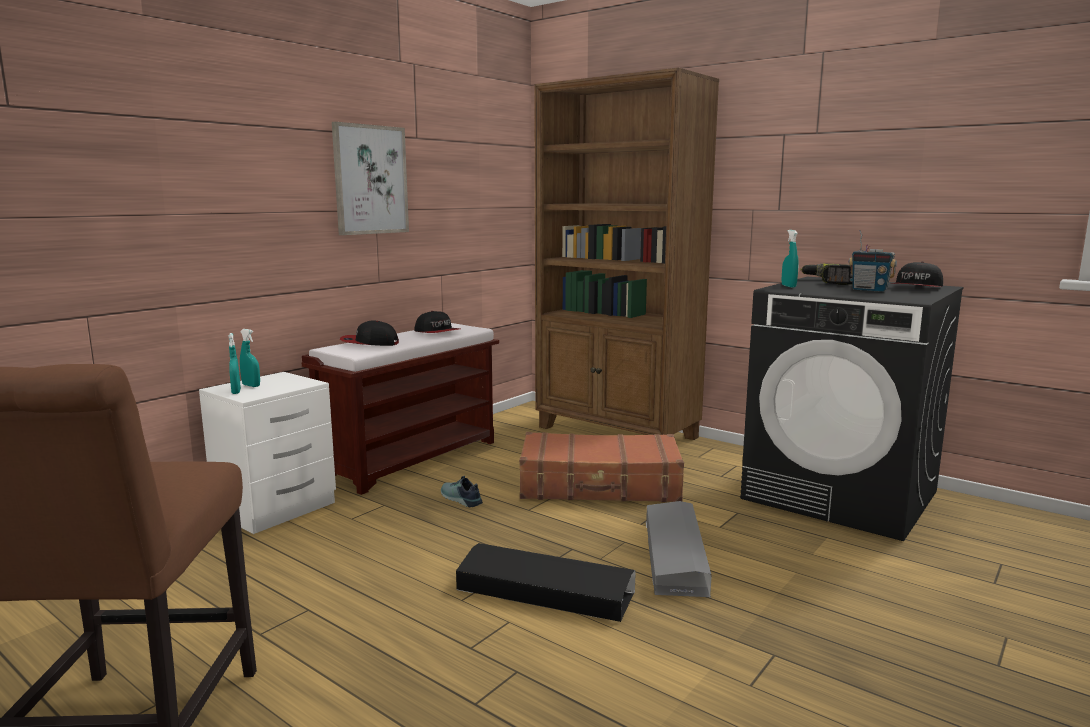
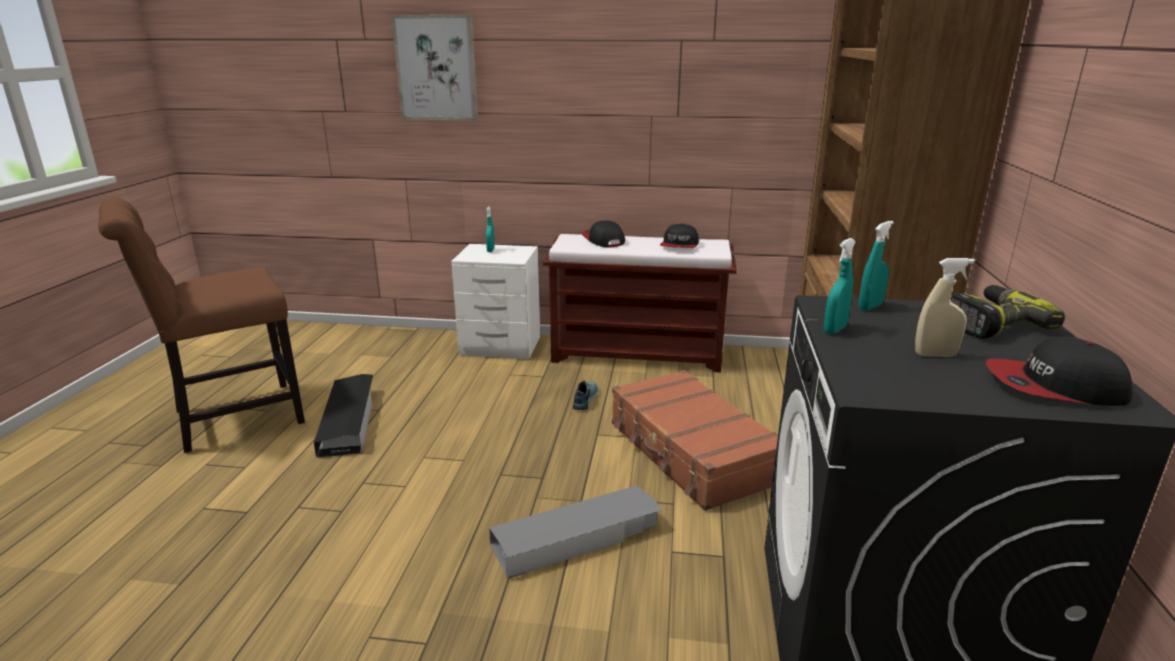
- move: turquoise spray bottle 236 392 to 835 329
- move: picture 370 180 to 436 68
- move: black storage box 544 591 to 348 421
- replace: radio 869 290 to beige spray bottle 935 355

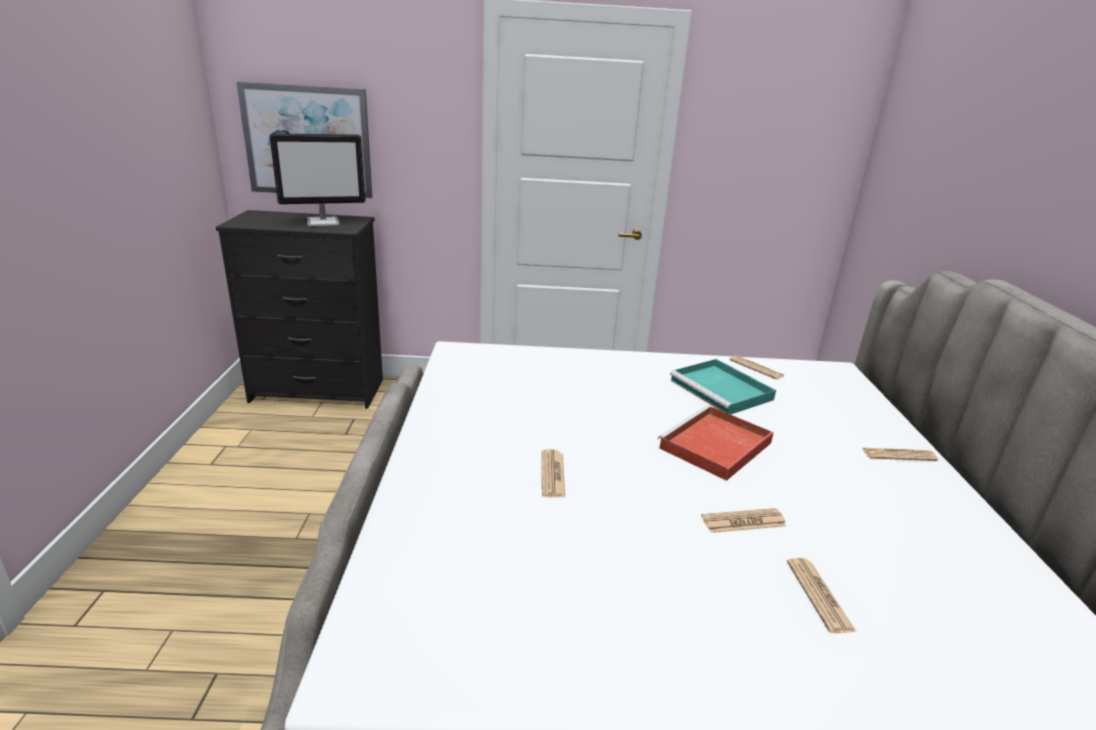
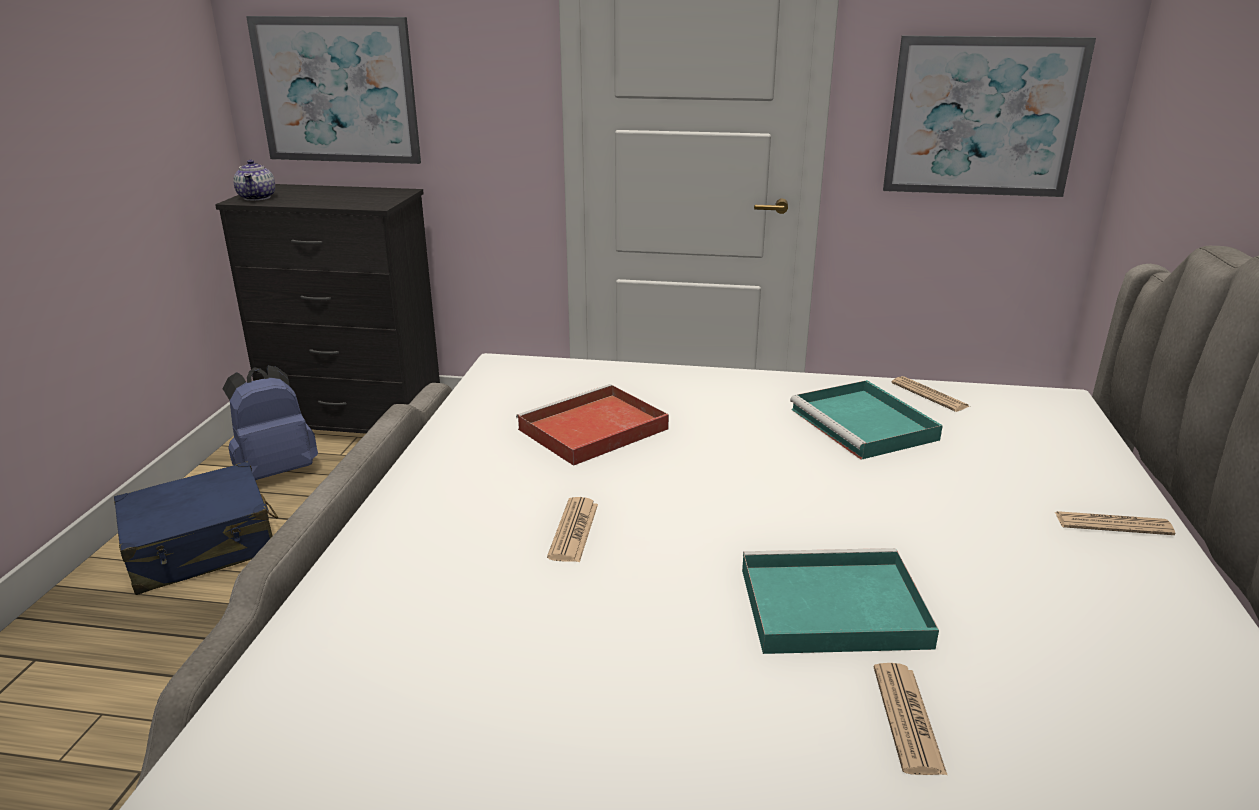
- delete: monitor 324 222
- move: red tray 715 446 to 591 430
- replace: newspaper 743 521 to turquoise tray 828 608
- insert: blue suitcase 202 547
- insert: blue backpack 276 471
- insert: teapot 257 197
- insert: picture 983 117

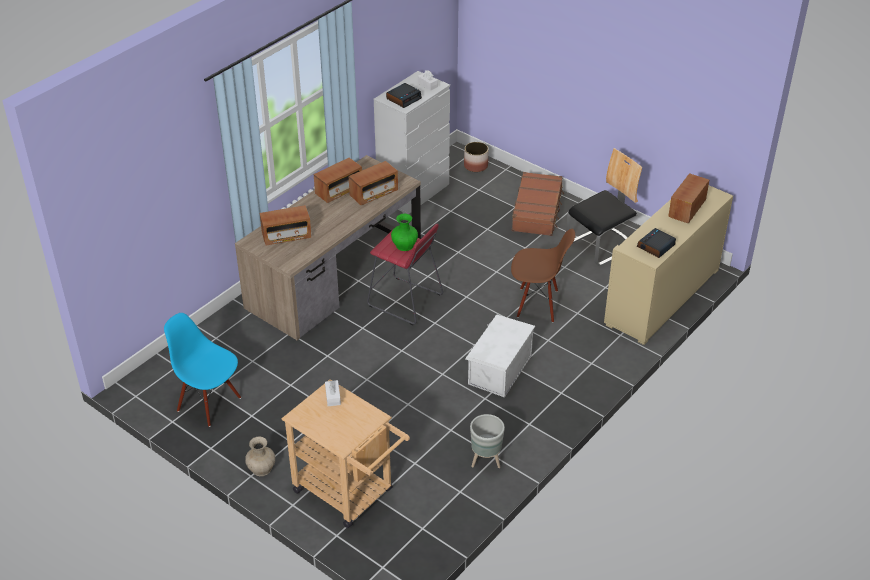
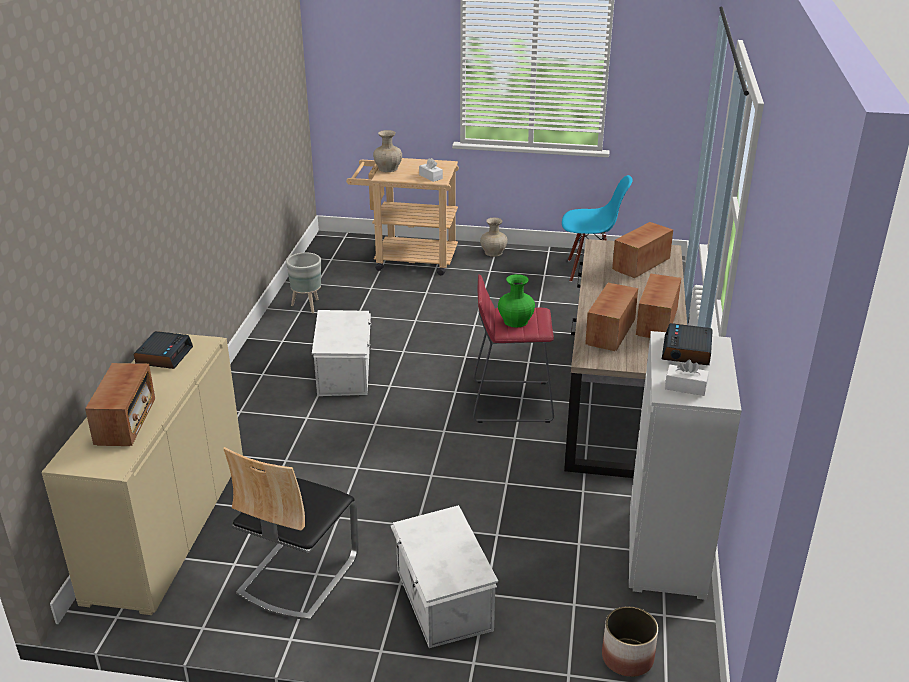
- delete: brown chair 537 304
- replace: brown suitcase 537 211 to white storage box 442 601
- insert: beige vase 388 168

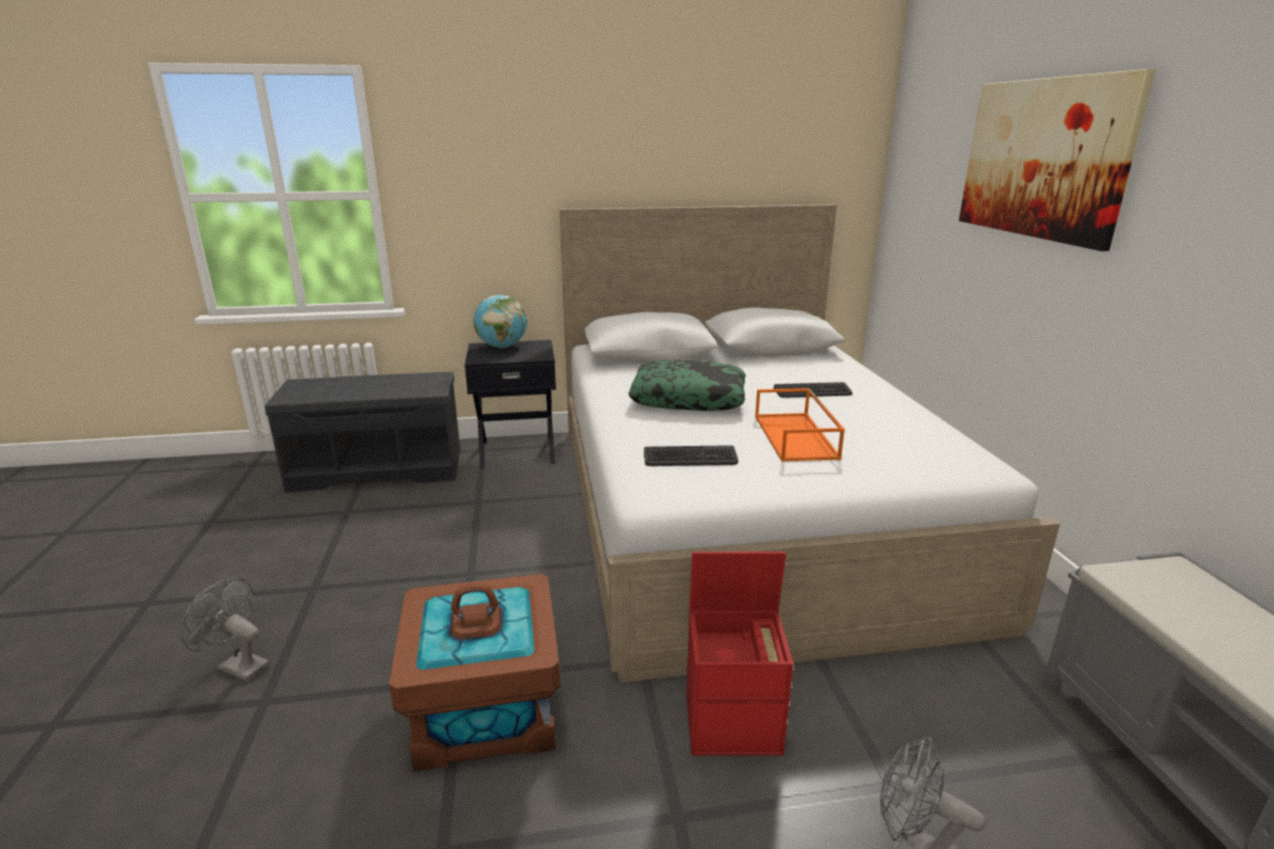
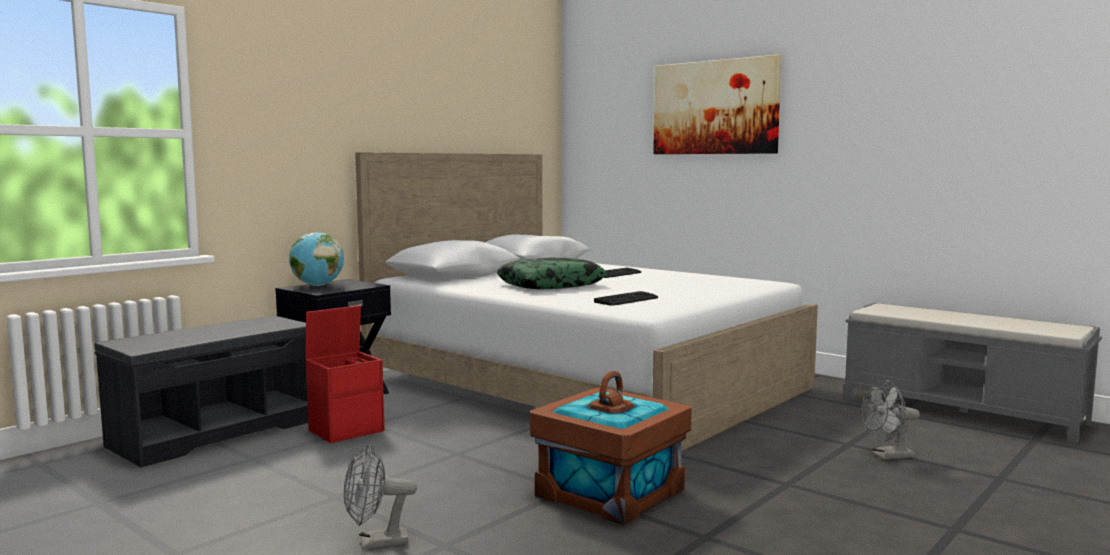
- move: red storage box 734 723 to 347 430
- delete: orange tray 796 437

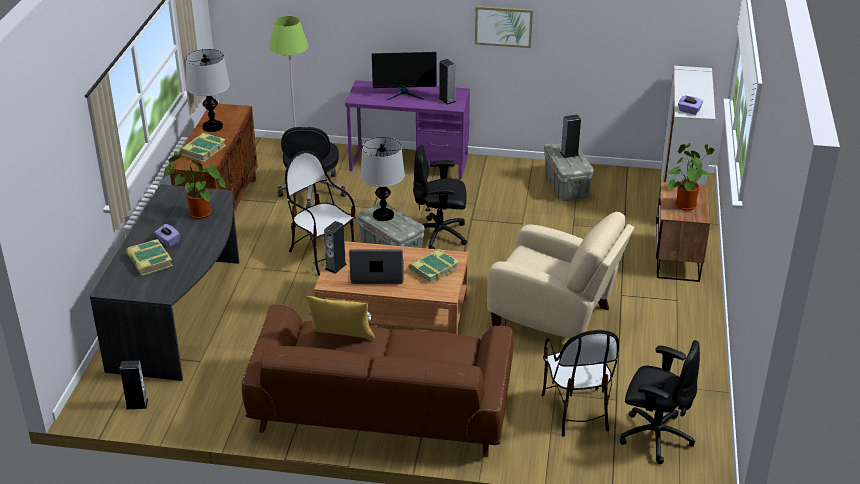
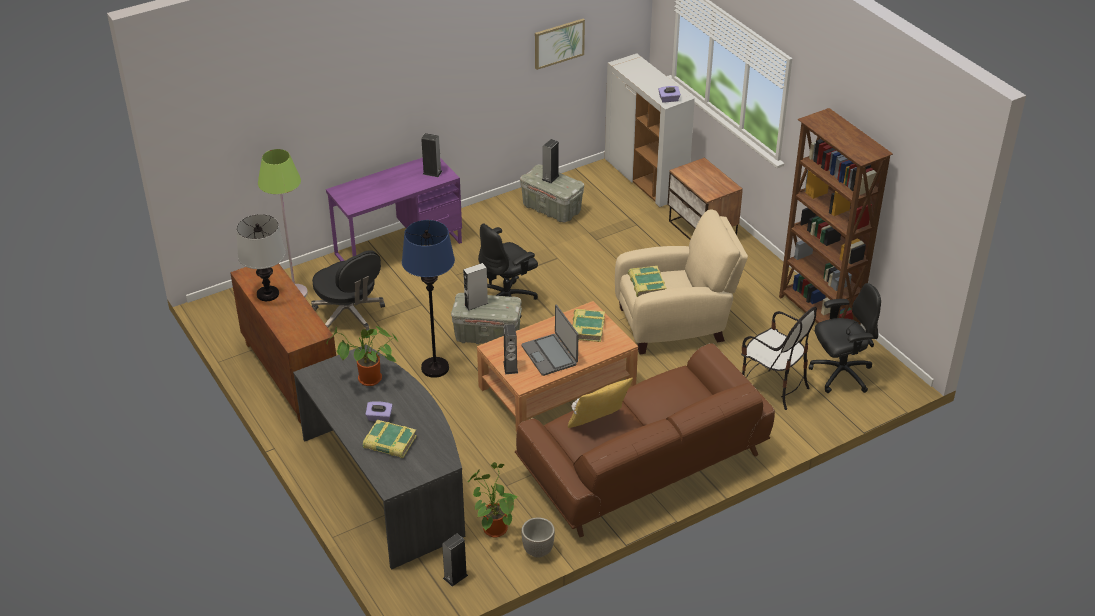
- move: book 203 150 to 646 285
- replace: chair 322 255 to blue floor lamp 435 368
- rotate: laptop 377 273 = 550 355 75 degrees counterclockwise
- replace: table lamp 383 215 to grey speaker 476 304
- delete: monitor 404 94
- move: picture 503 26 to 559 43
- move: potted plant 684 204 to 493 528
- insert: planter 538 551
- insert: brown bookcase 818 314

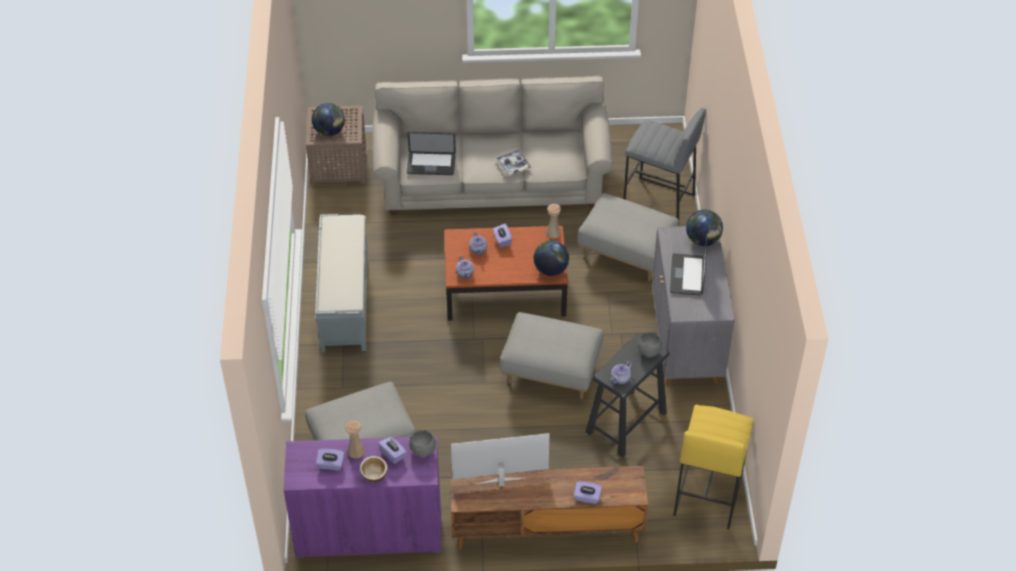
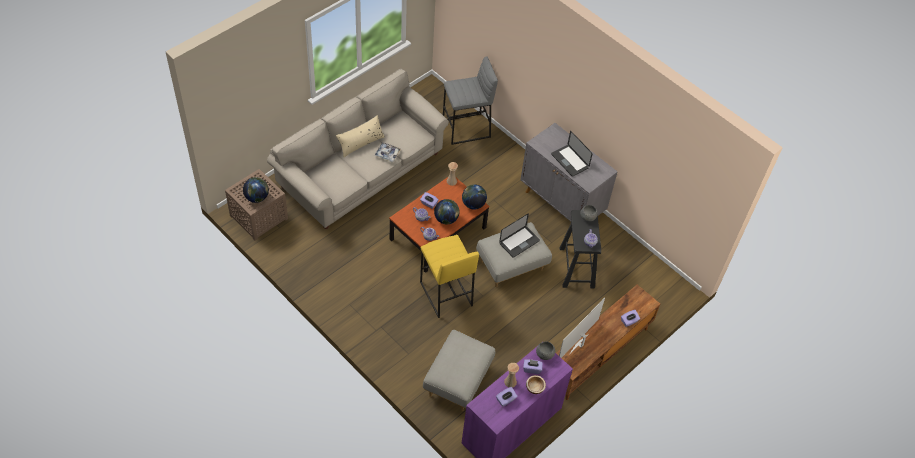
- delete: grey bench 345 300
- move: laptop 431 165 to 519 242
- delete: grey ottoman 627 253
- move: yellow stool 707 494 to 445 294
- move: globe 702 240 to 446 219
- insert: beige pillow 360 143

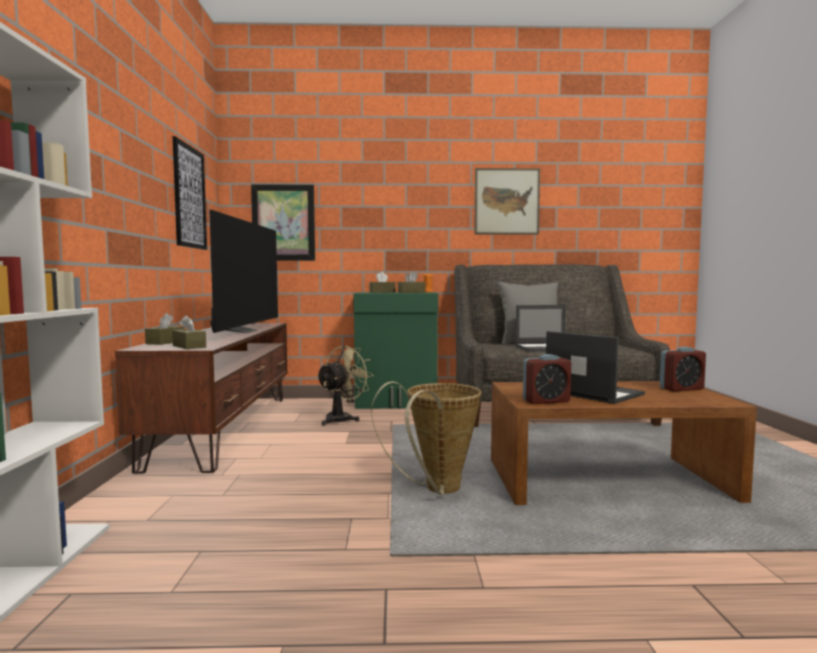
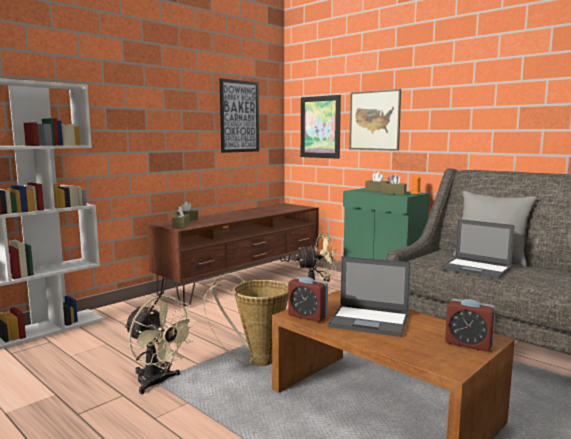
- delete: television 241 331
- move: picture 506 201 to 374 120
- rotate: laptop 592 392 = 370 321 105 degrees clockwise
- insert: beige fan 158 383

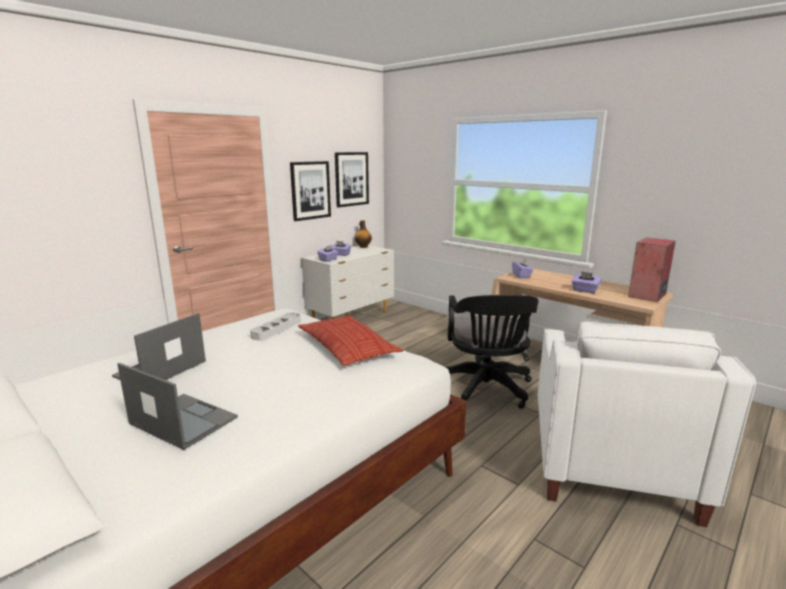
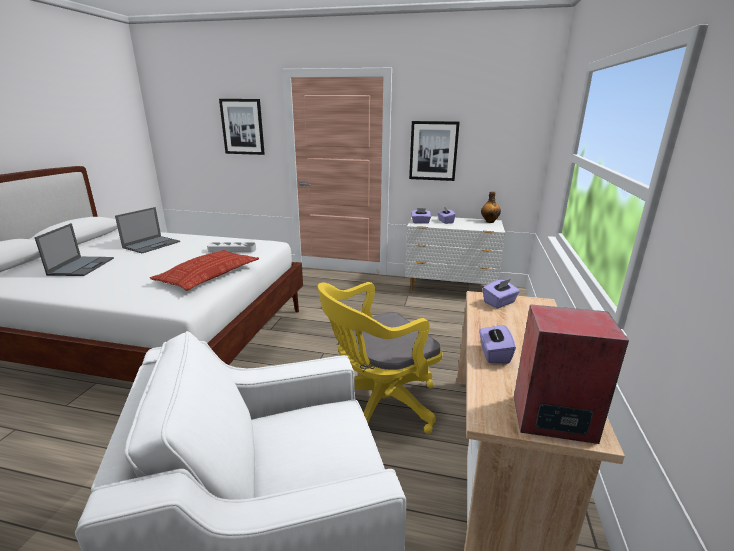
- rotate: laptop 160 369 = 152 244 120 degrees clockwise
- move: picture 351 179 to 242 127
- recolor: black office chair 486 390 to yellow office chair 377 405

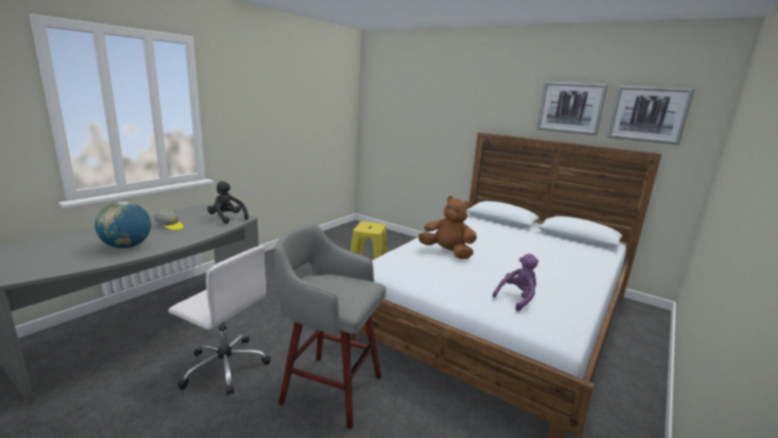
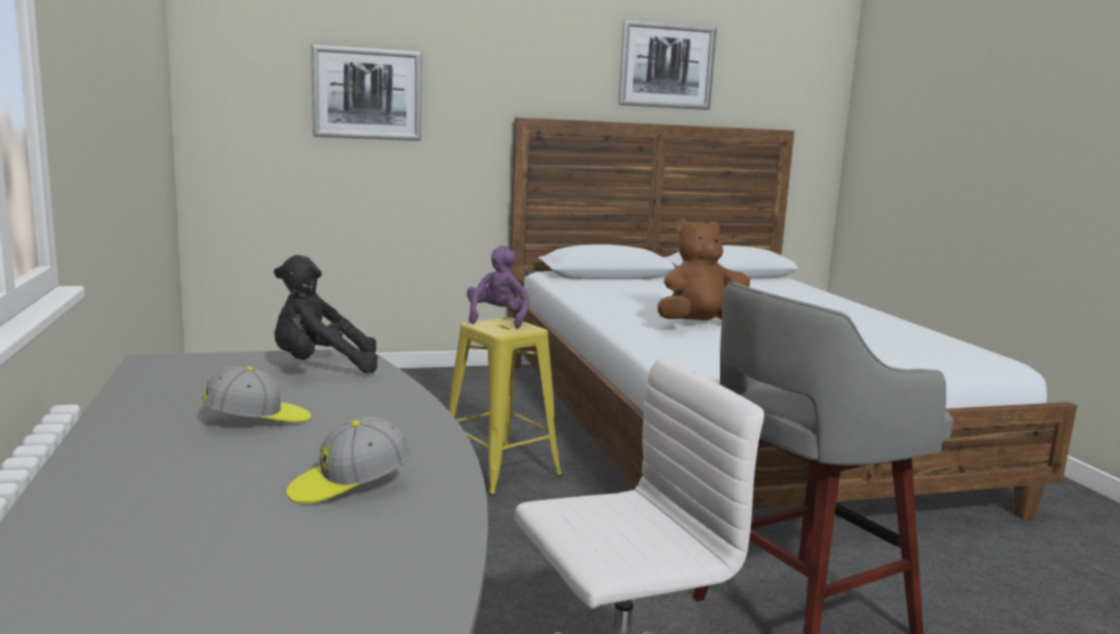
- replace: globe 127 246 to cap 349 486
- move: purple plush toy 517 298 to 497 319
- move: picture 648 114 to 367 94

